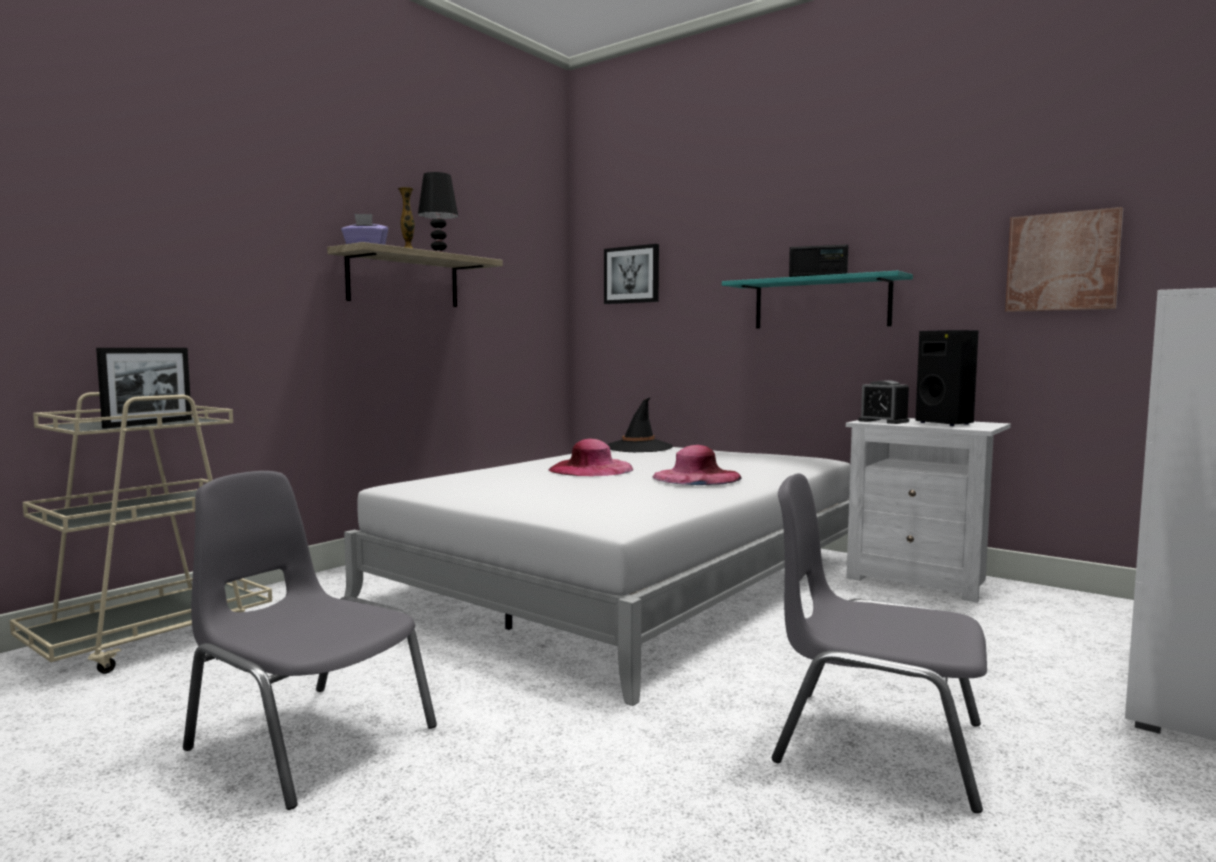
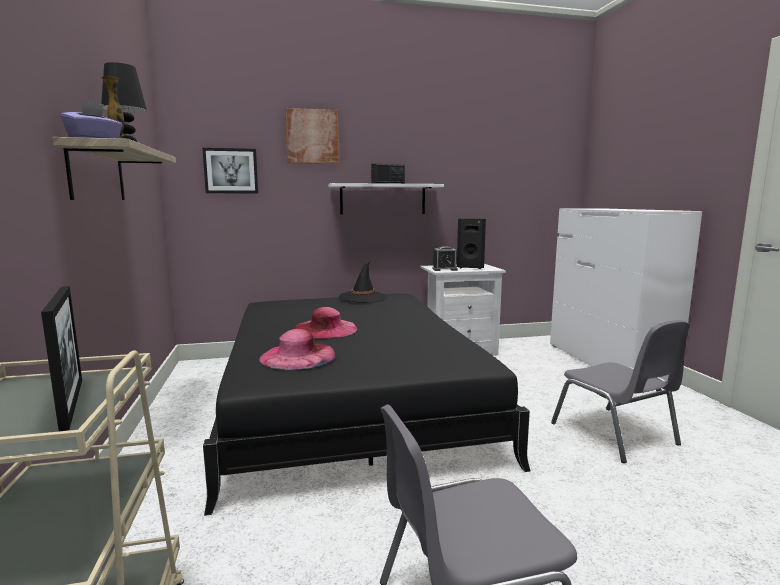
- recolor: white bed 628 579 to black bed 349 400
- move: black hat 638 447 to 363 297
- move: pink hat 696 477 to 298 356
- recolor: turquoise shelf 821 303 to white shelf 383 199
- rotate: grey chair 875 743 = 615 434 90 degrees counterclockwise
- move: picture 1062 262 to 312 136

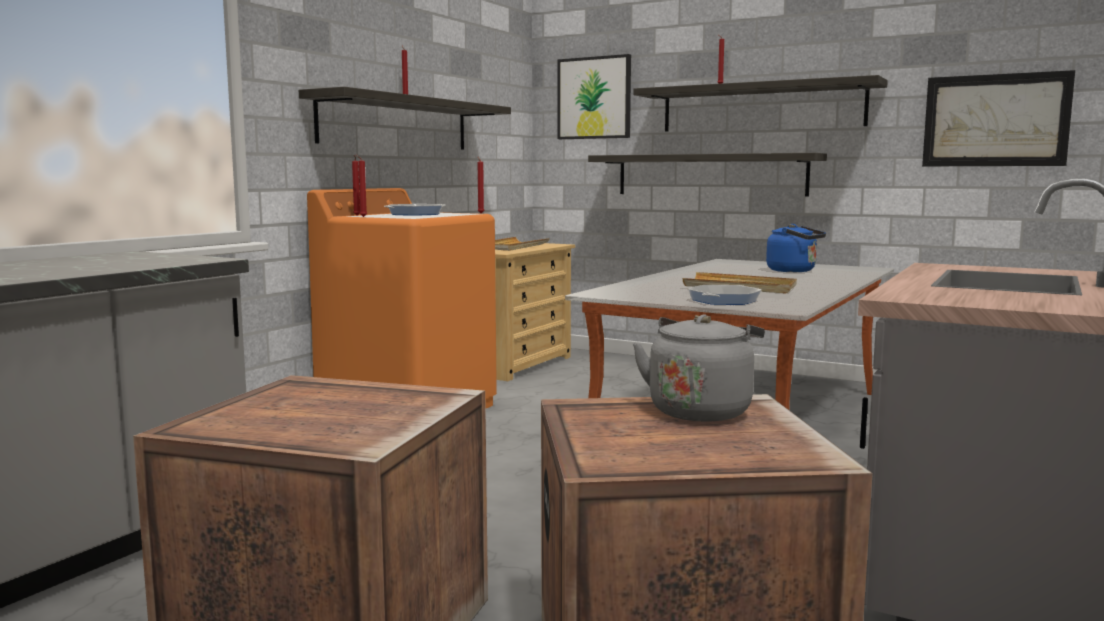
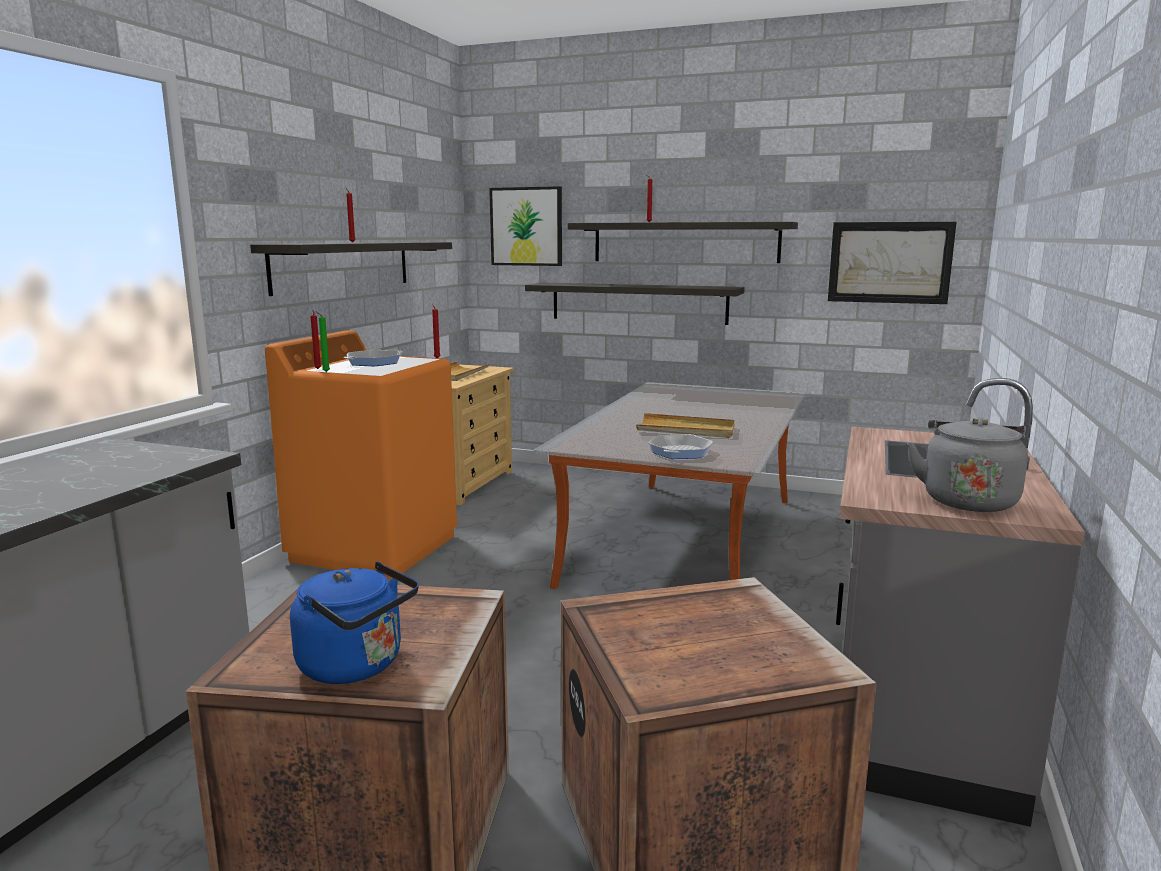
- recolor: red candle 362 216 to green candle 325 372
- move: grey kettle 701 410 to 967 500
- move: blue kettle 794 271 to 356 666

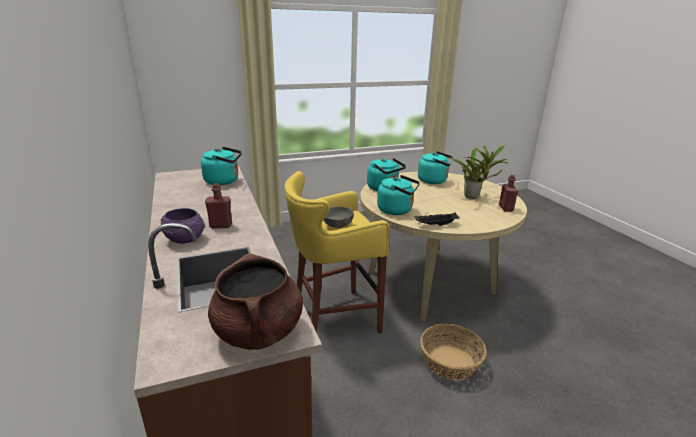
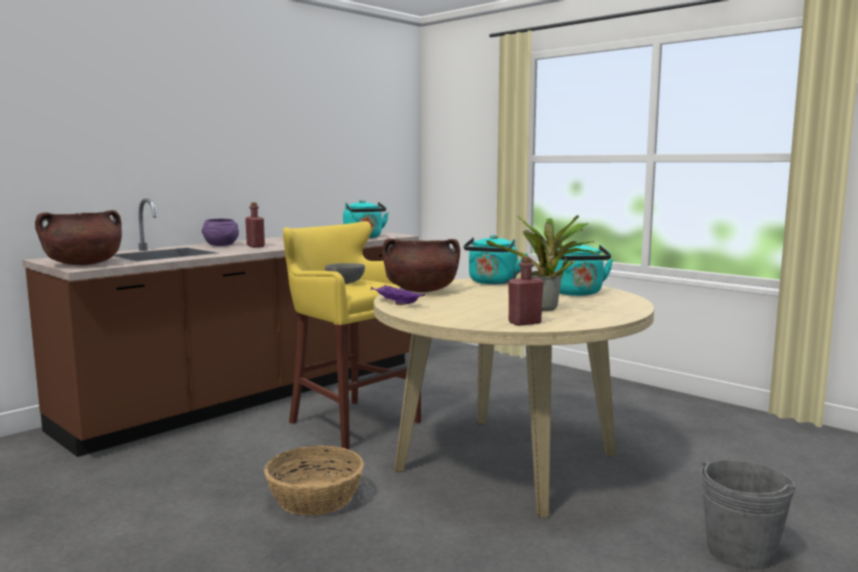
- replace: turquoise kettle 397 210 to brown cooking pot 421 291
- recolor: black tray 436 225 to purple tray 396 303
- insert: grey bucket 740 552

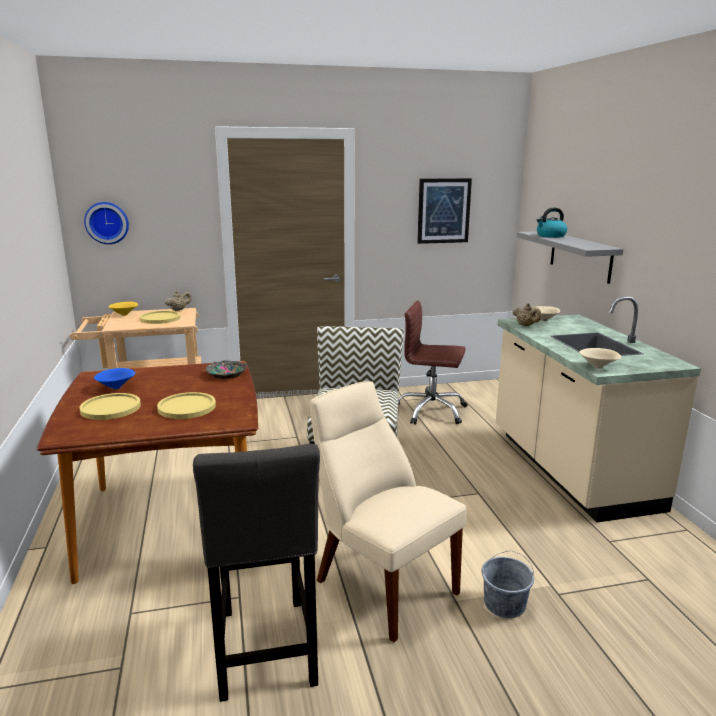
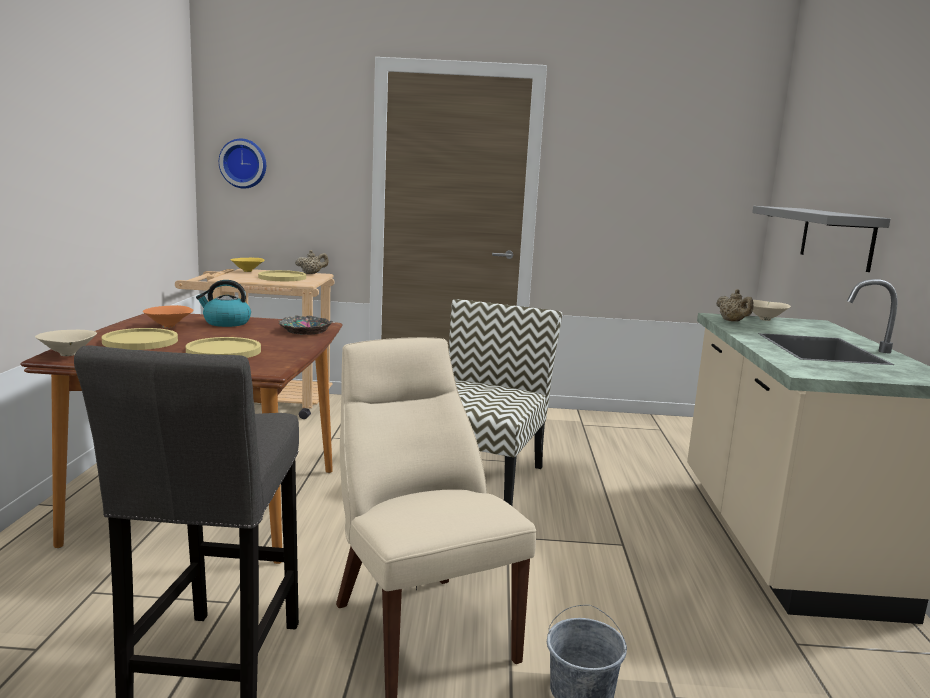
- recolor: blue bowl 117 387 to orange bowl 169 327
- delete: brown office chair 431 411
- delete: picture 443 211
- move: kettle 550 236 to 226 323
- move: beige bowl 598 367 to 68 355

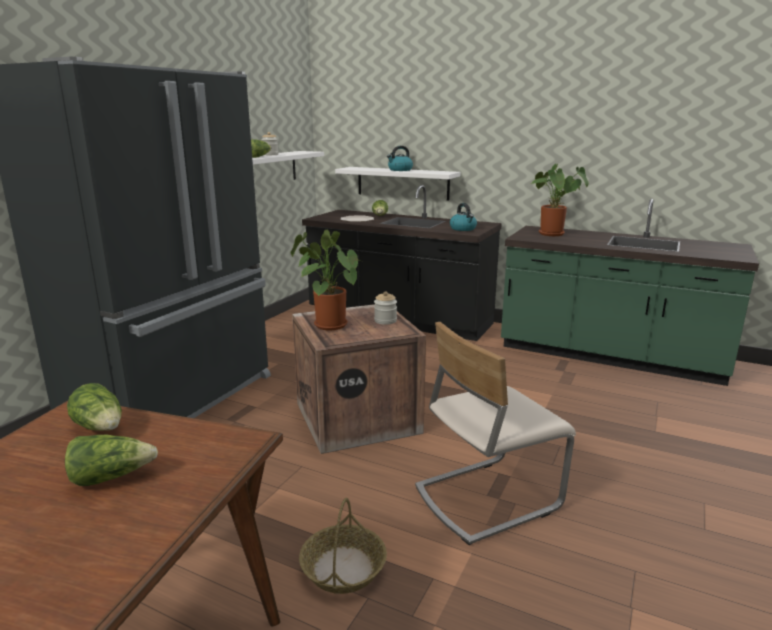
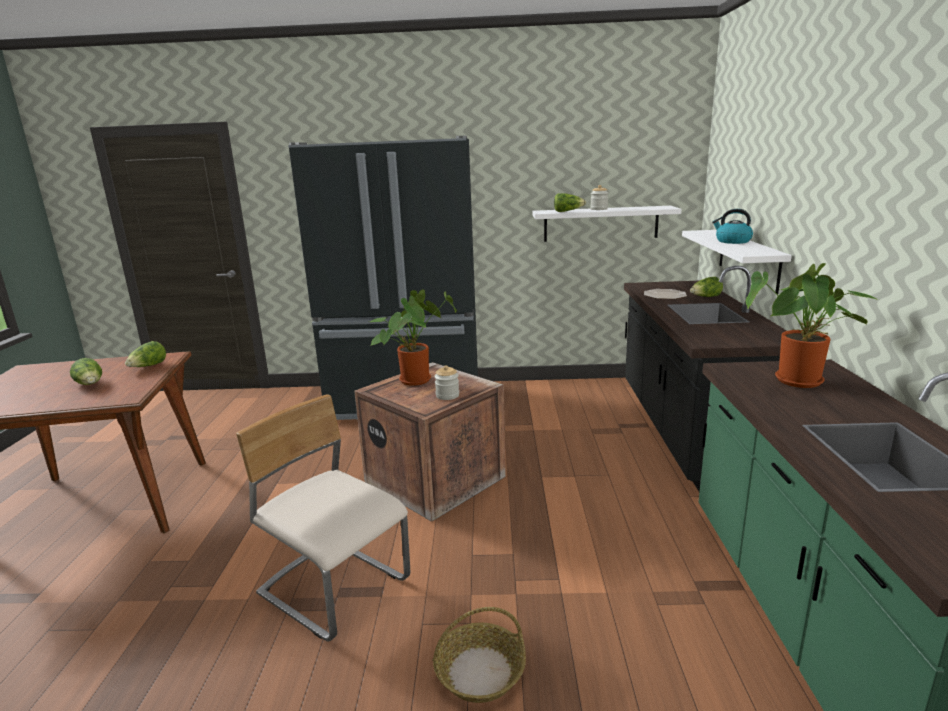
- move: basket 343 568 to 479 672
- delete: kettle 463 229

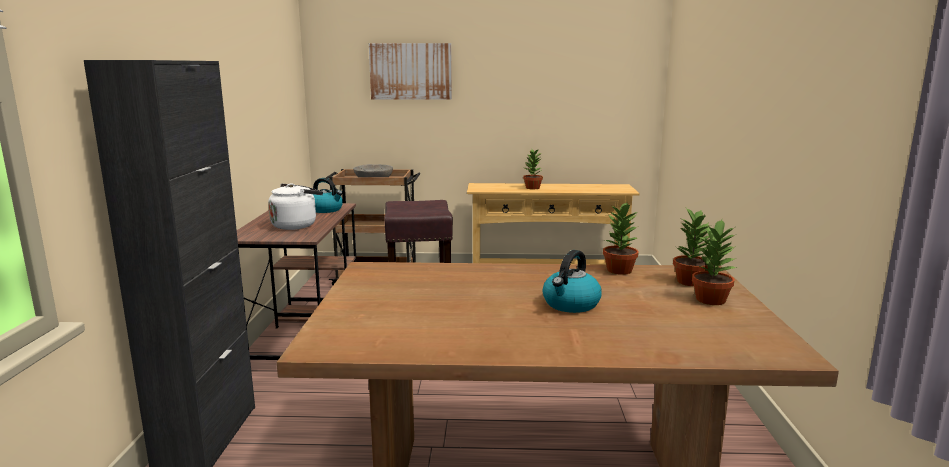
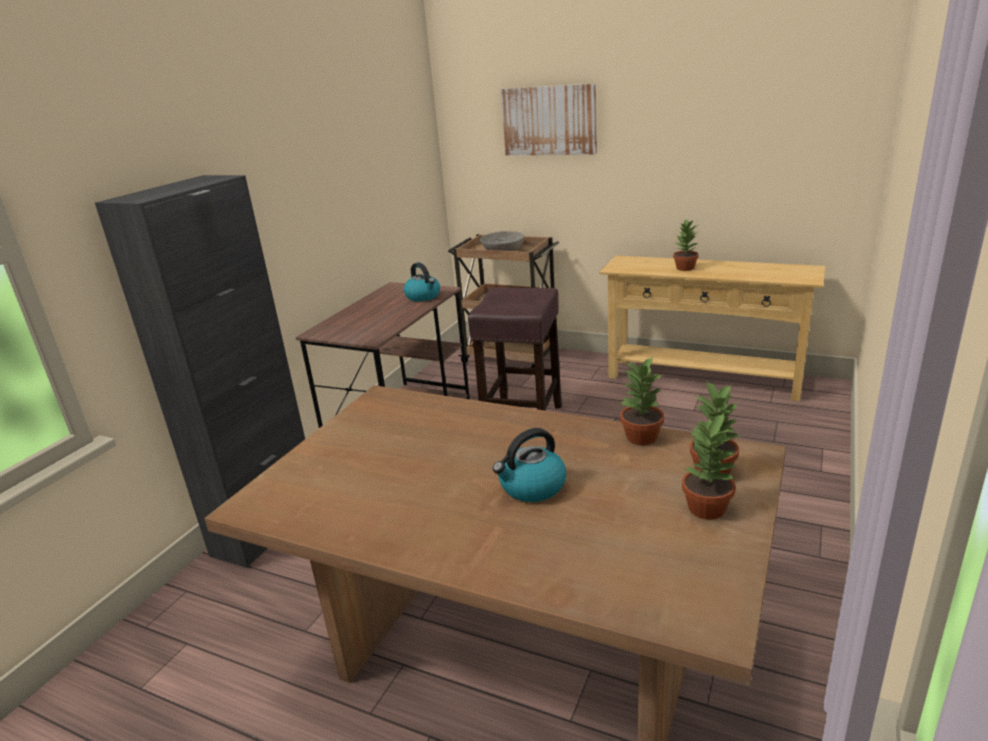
- delete: white kettle 296 225

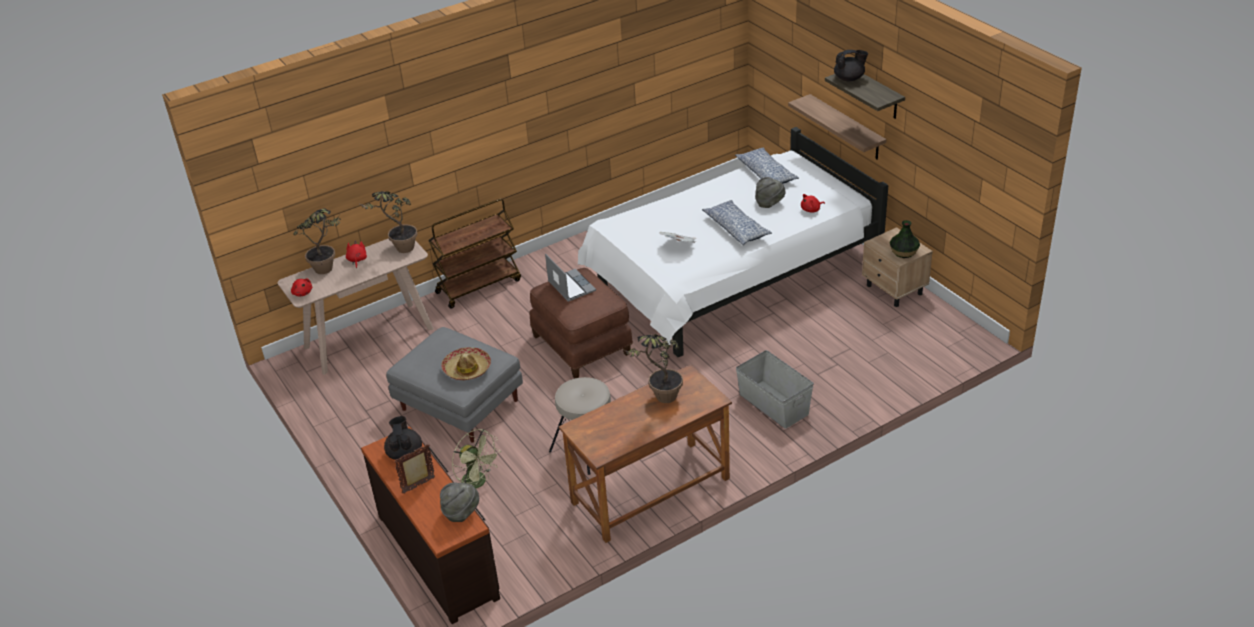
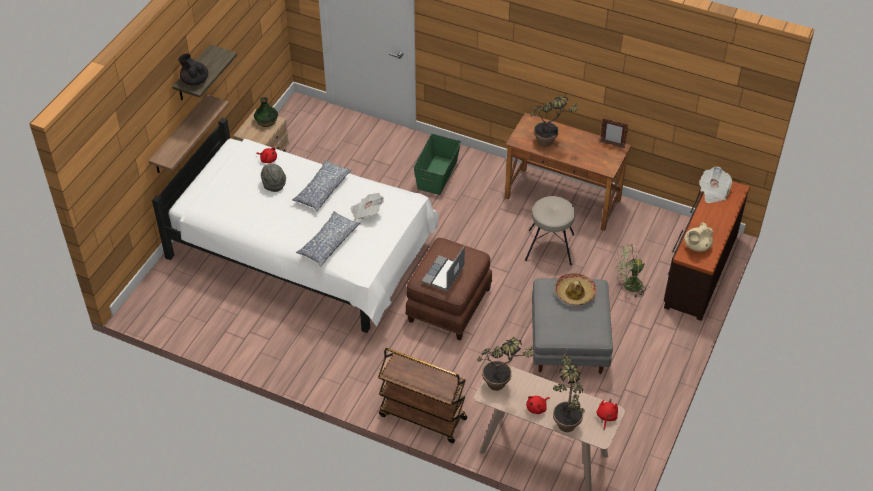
- recolor: black teapot 404 453 to beige teapot 696 246
- move: picture frame 419 485 to 612 145
- replace: grey hat 461 512 to newspaper 713 192
- rotate: green fan 478 482 = 628 286 105 degrees counterclockwise
- move: pillow 766 173 to 328 243
- recolor: grey storage box 773 404 to green storage box 437 174

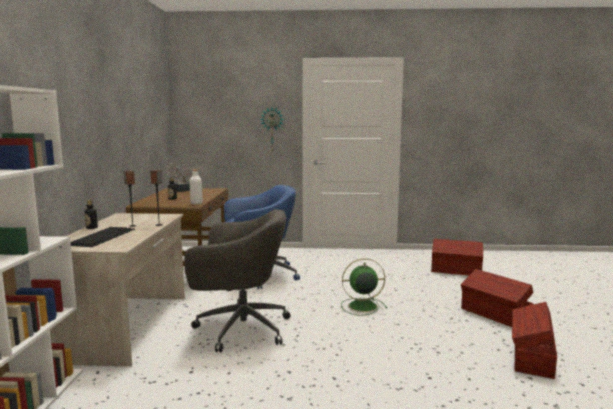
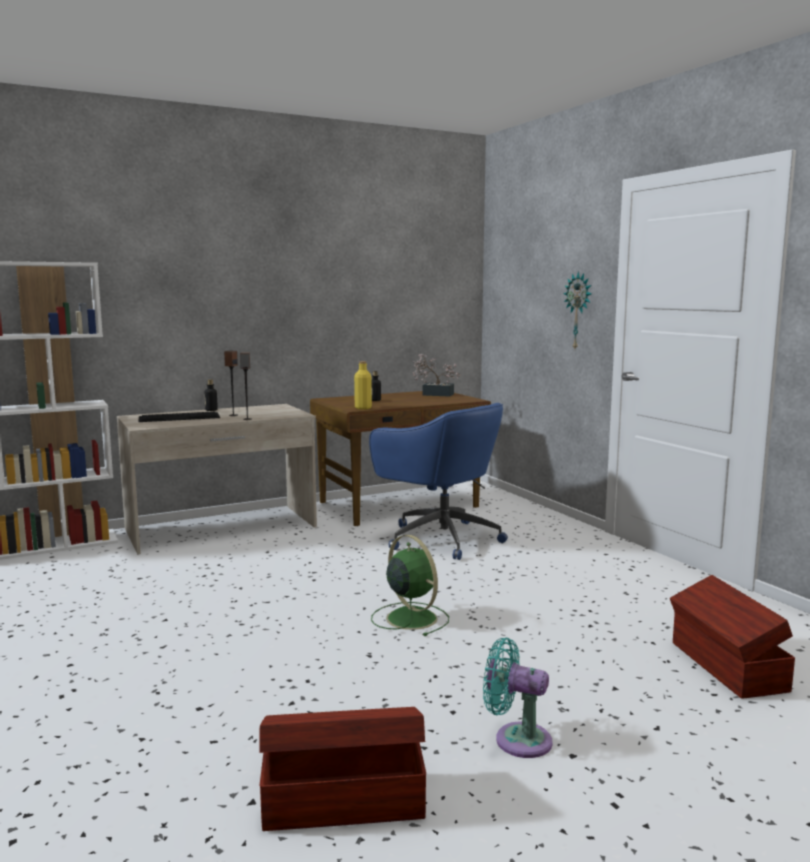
- delete: grey office chair 240 329
- recolor: white bottle 196 203 to yellow bottle 363 408
- replace: brown storage box 495 315 to turquoise fan 517 739

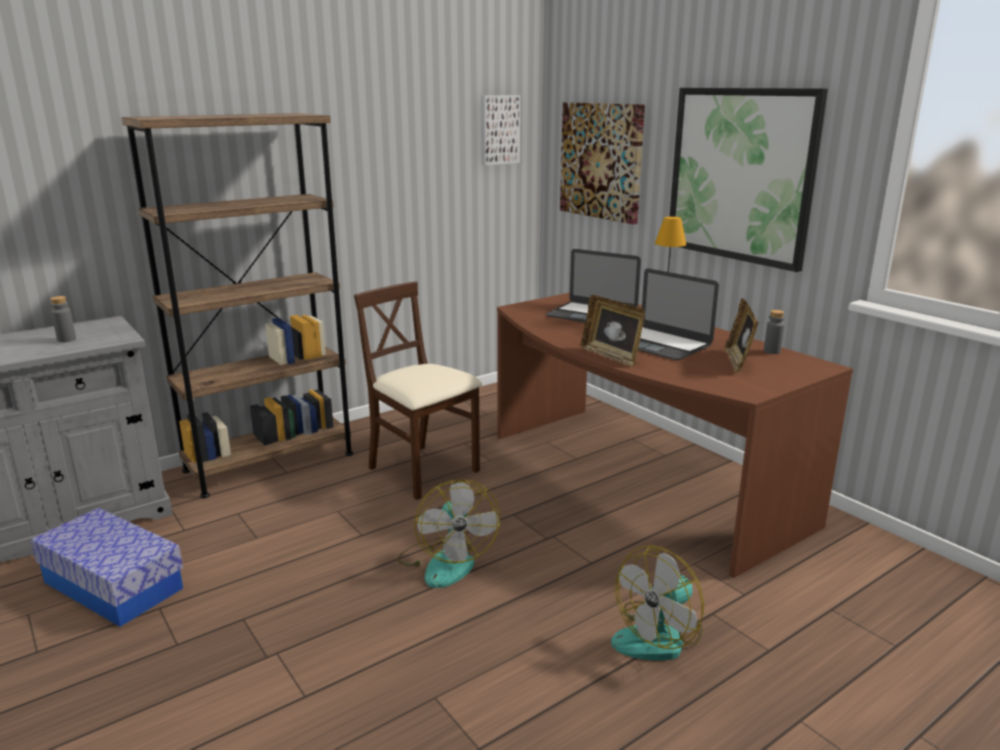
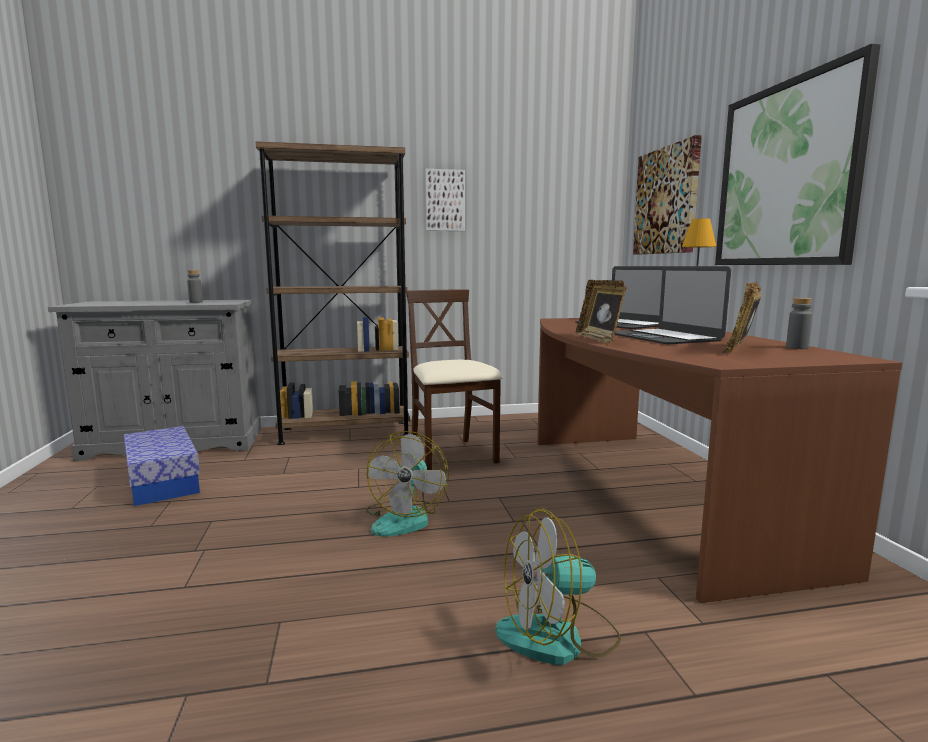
- move: picture 498 130 to 444 201

